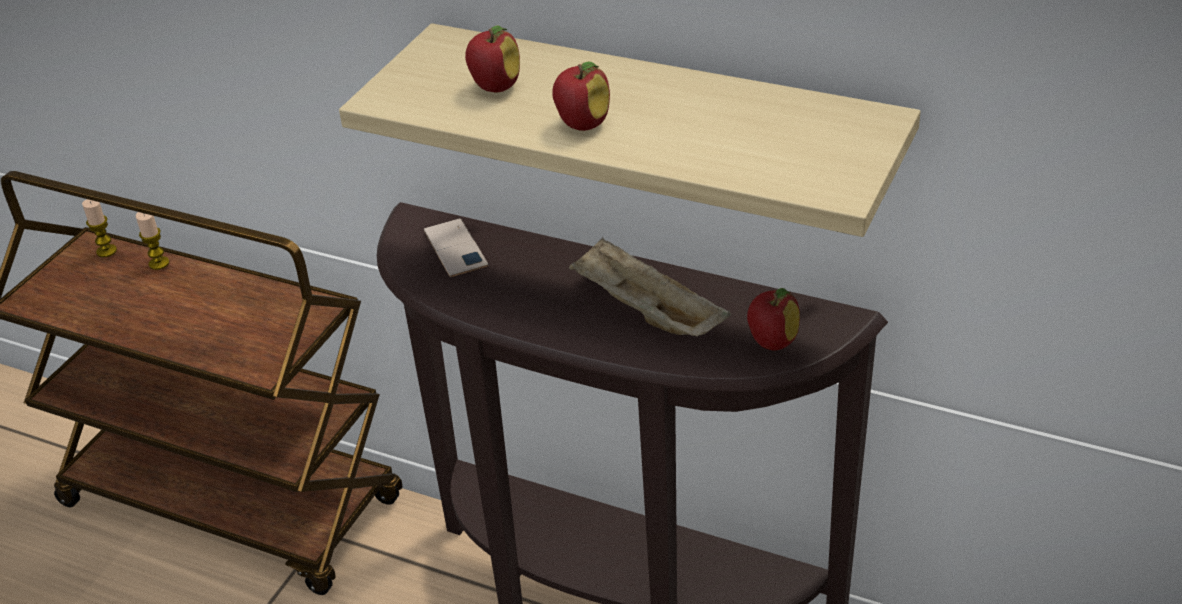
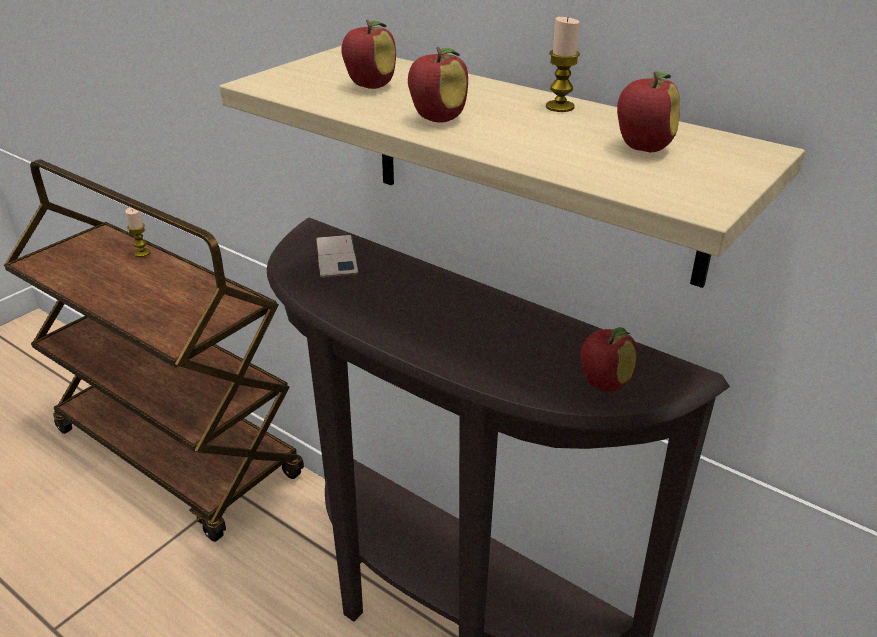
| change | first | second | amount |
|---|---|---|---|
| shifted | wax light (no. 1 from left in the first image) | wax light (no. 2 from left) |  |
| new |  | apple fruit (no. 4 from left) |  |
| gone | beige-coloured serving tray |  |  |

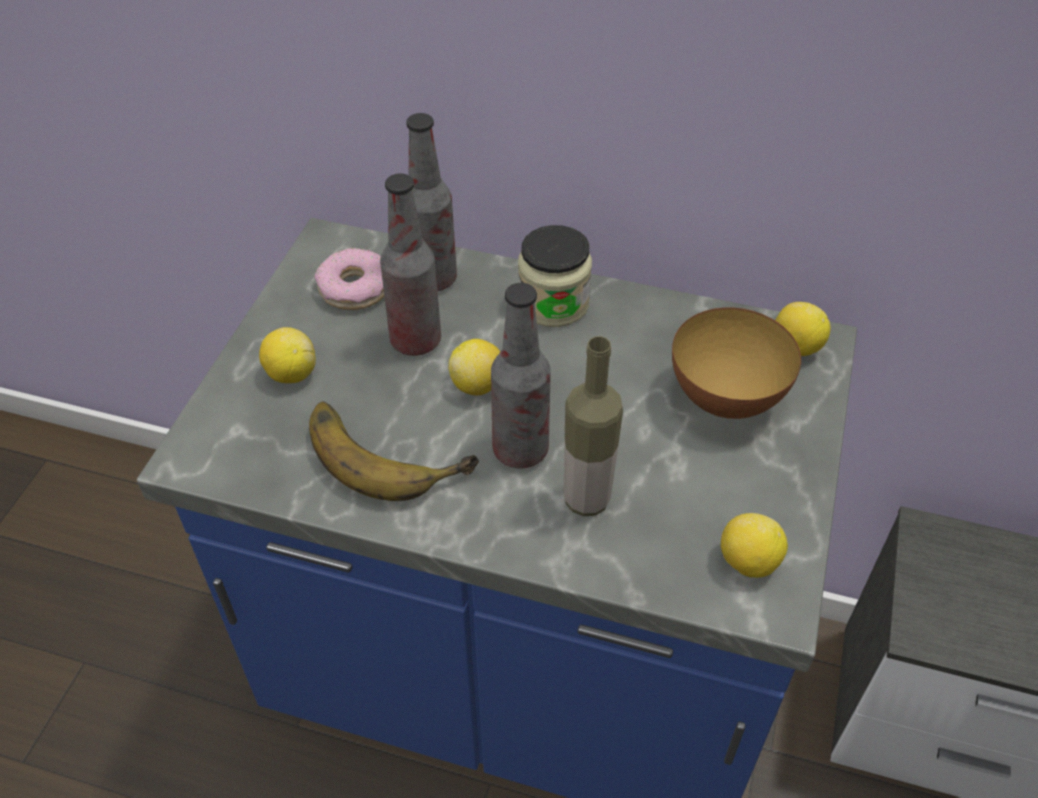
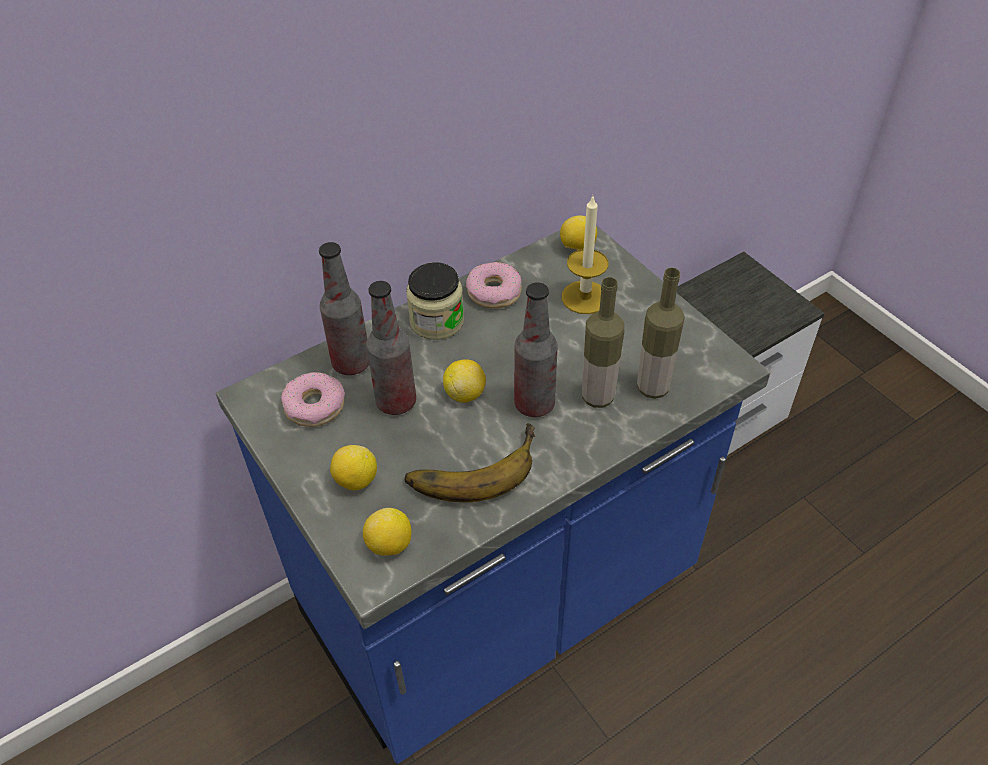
| change | first | second | amount |
|---|---|---|---|
| shifted | lemon (no. 3 from left in the first image) | lemon (no. 2 from left) |  |
| new |  | ring doughnut (no. 2 from left) |  |
| swapped | bowl | wax light |  |
| new |  | beverage bottle (no. 5 from left) |  |

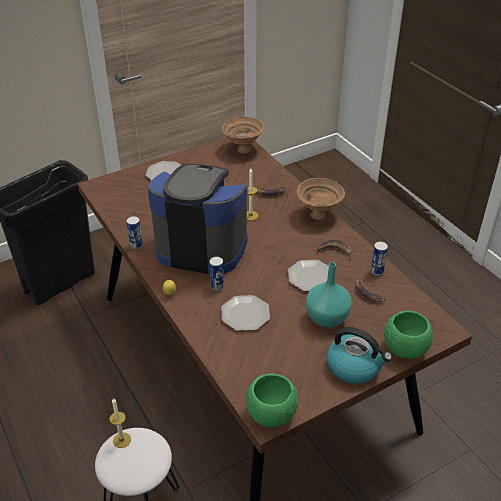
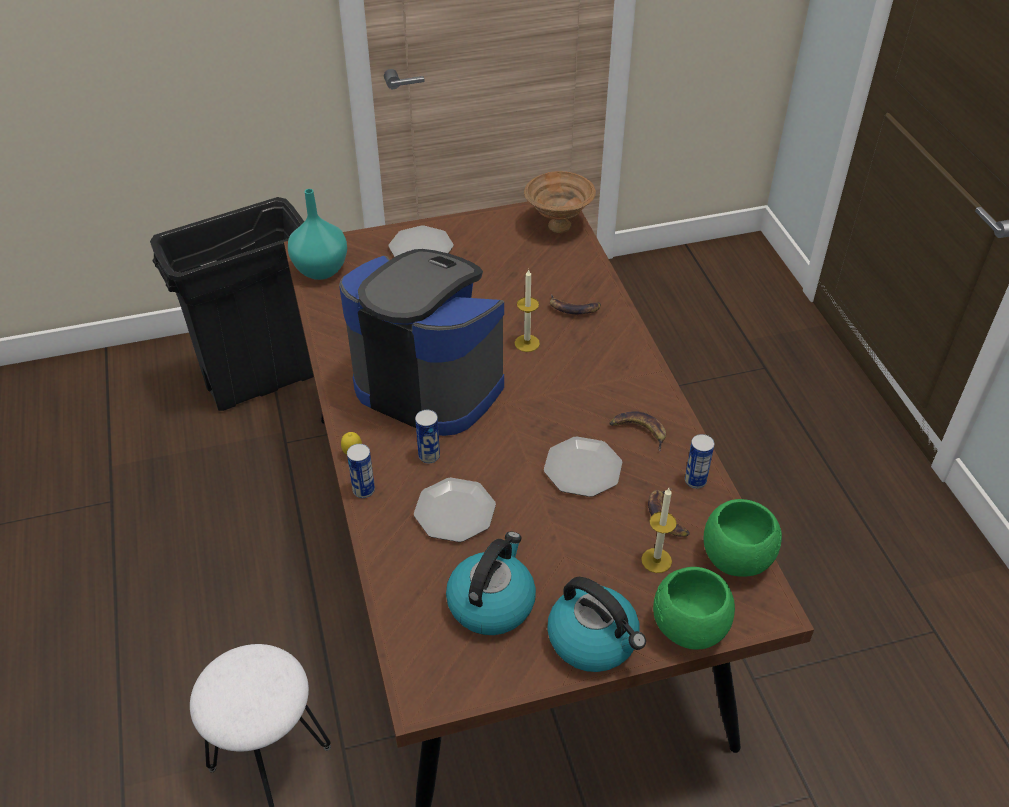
| change | first | second | amount |
|---|---|---|---|
| shifted | turquoise-coloured vase |  |  |
| shifted | sealed can (no. 1 from left) |  |  |
| new |  | water kettle (no. 1 from left) |  |
| shifted | wax light (no. 1 from left in the first image) | wax light (no. 2 from left) |  |
| shifted | greenish bowl (no. 1 from left in the first image) | greenish bowl (no. 2 from left) |  |
| gone | brownish bowl (no. 2 from left) |  |  |

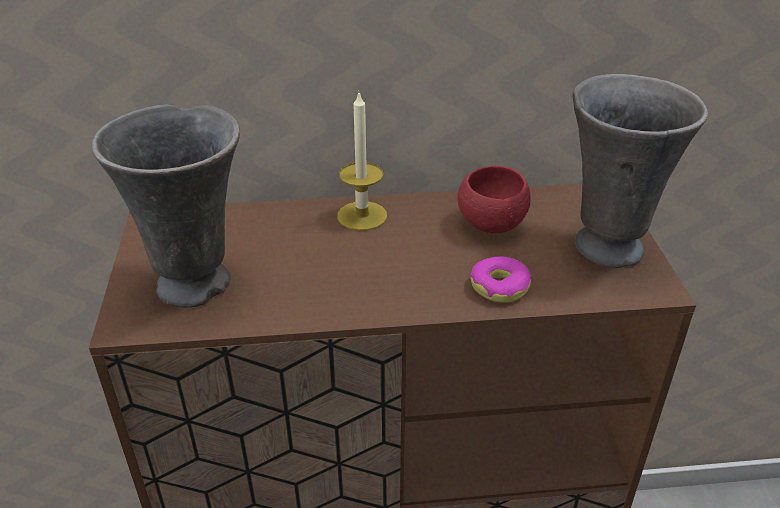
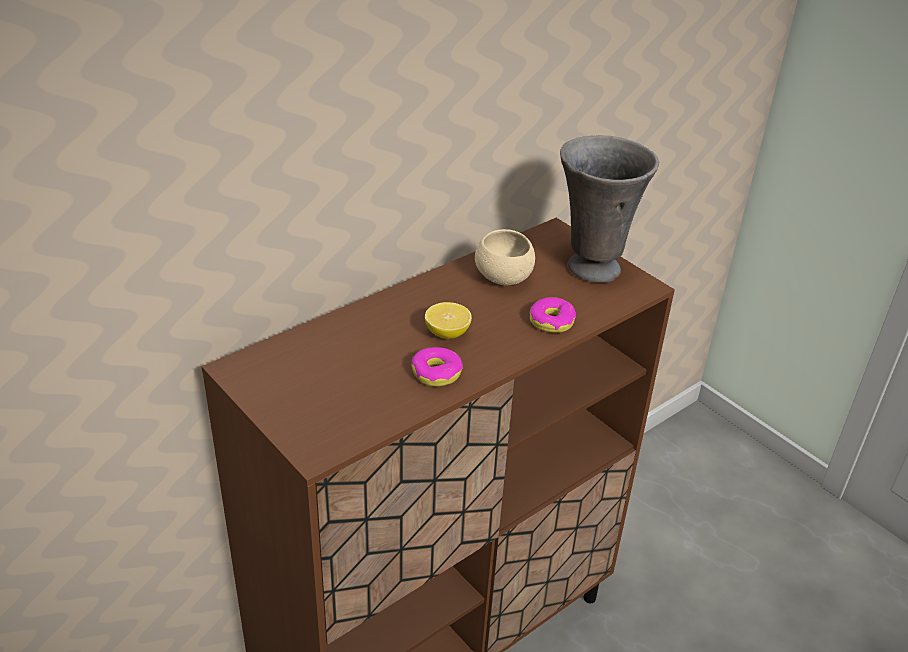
| change | first | second | amount |
|---|---|---|---|
| new |  | ring doughnut (no. 1 from left) |  |
| new |  | lemon |  |
| repainted | red bowl | beige-coloured bowl |  |
| gone | gray vase (no. 1 from left) |  |  |
| gone | wax light |  |  |

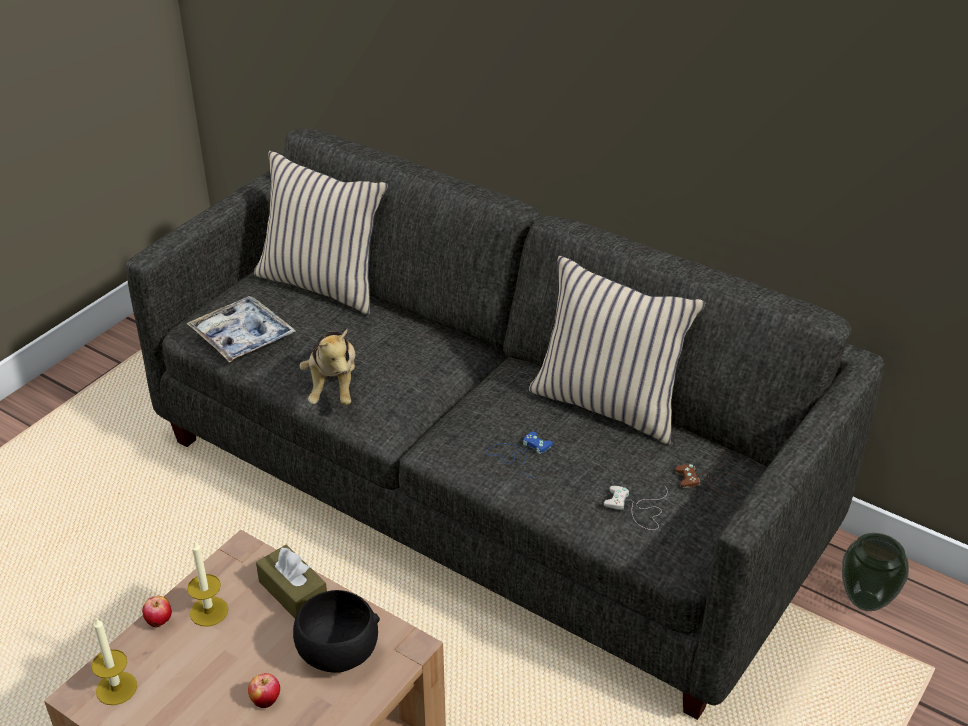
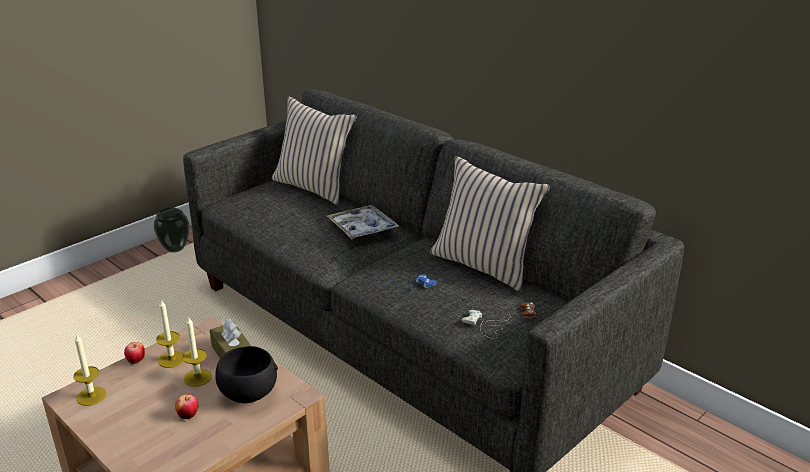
| change | first | second | amount |
|---|---|---|---|
| shifted | vase |  |  |
| new |  | wax light (no. 3 from left) |  |
| shifted | serving tray |  |  |
| gone | cuddly toy |  |  |

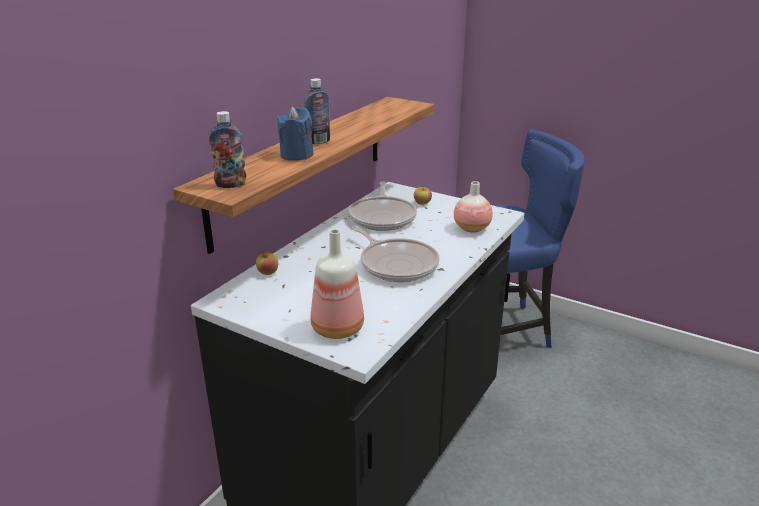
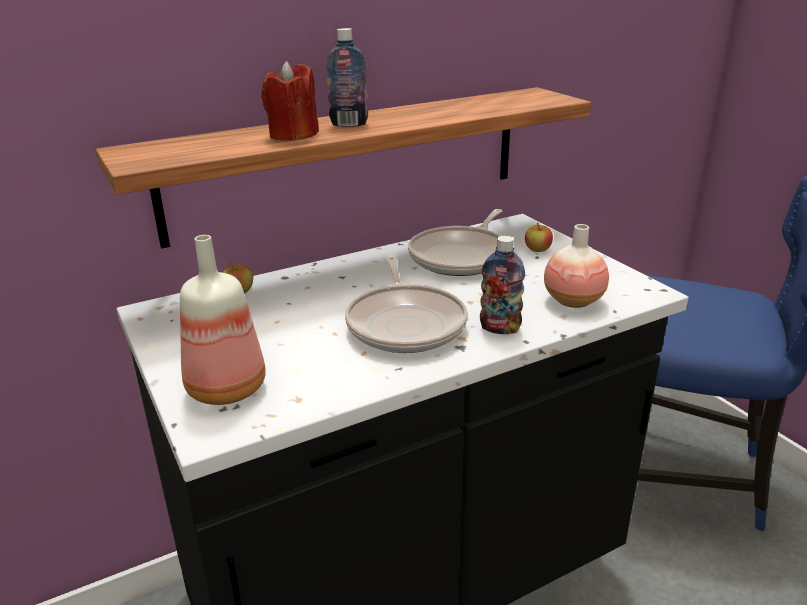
| change | first | second | amount |
|---|---|---|---|
| repainted | blue-coloured wax light | red wax light |  |
| shifted | beverage bottle (no. 1 from left in the first image) | beverage bottle (no. 3 from left) |  |

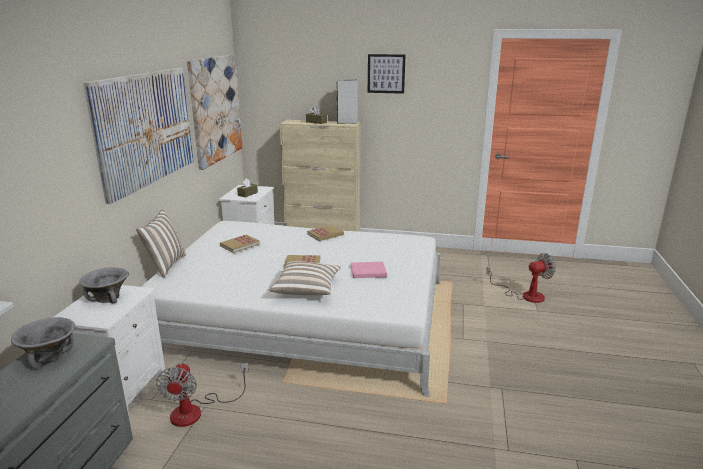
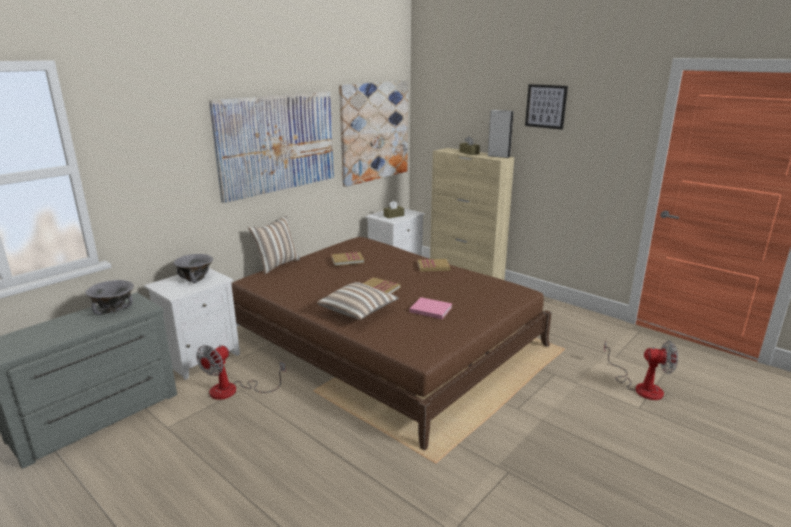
| change | first | second | amount |
|---|---|---|---|
| repainted | white-coloured bed | brownish bed |  |

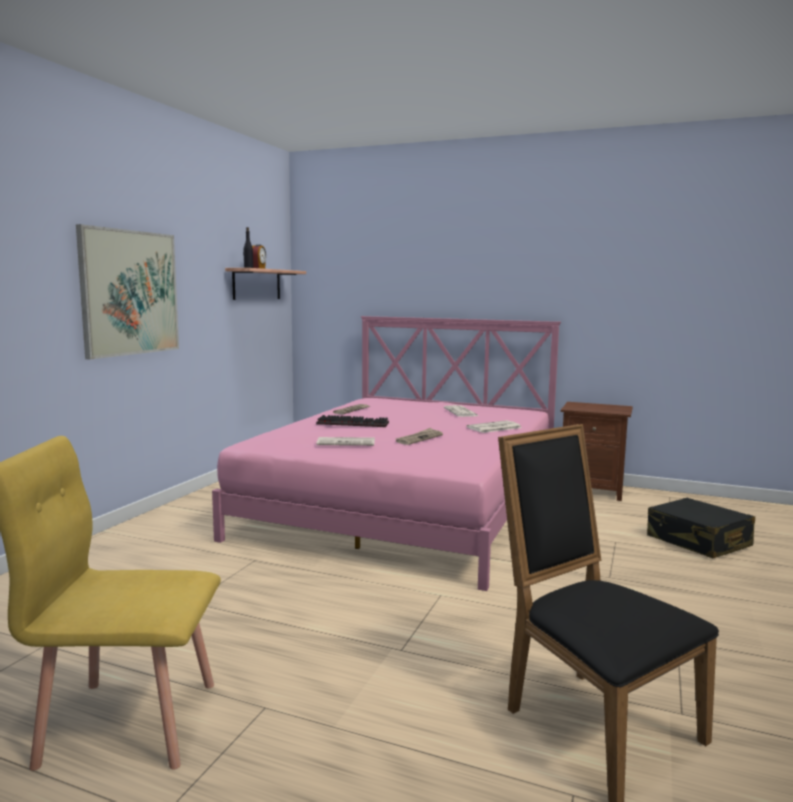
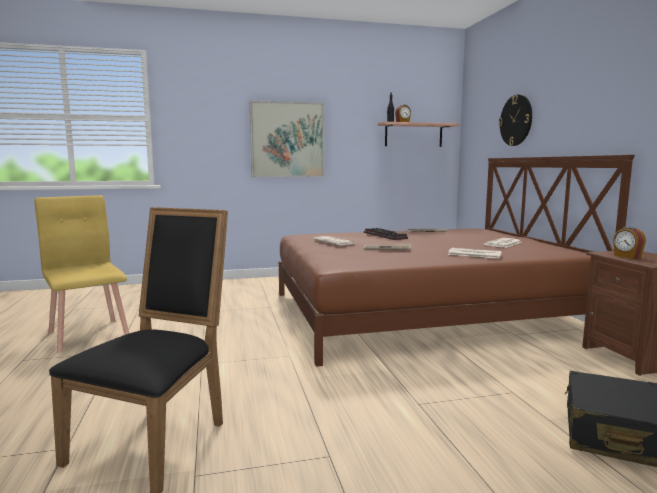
| change | first | second | amount |
|---|---|---|---|
| repainted | pink-coloured bed | brownish bed |  |
| new |  | hanging clock |  |
| new |  | table clock (no. 2 from left) |  |

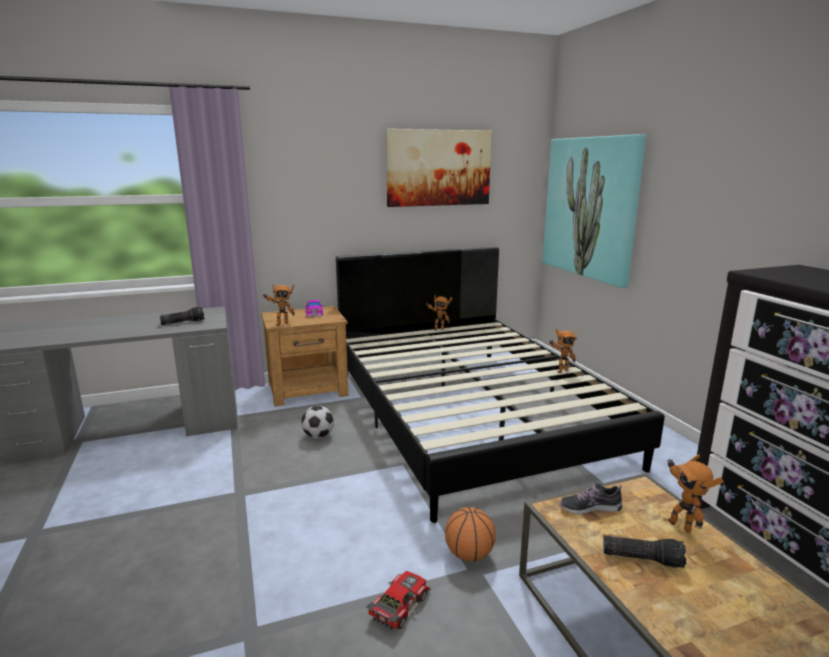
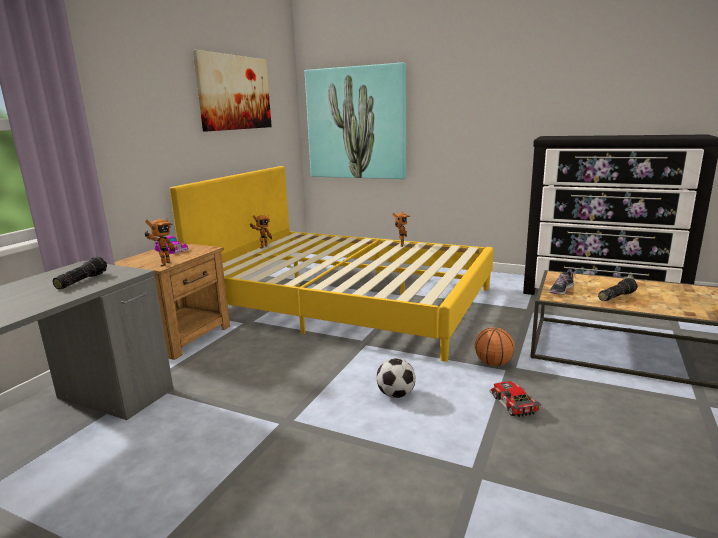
| change | first | second | amount |
|---|---|---|---|
| repainted | blackish bed | yellow-coloured bed |  |
| shifted | football |  |  |
| gone | toy robot (no. 4 from left) |  |  |

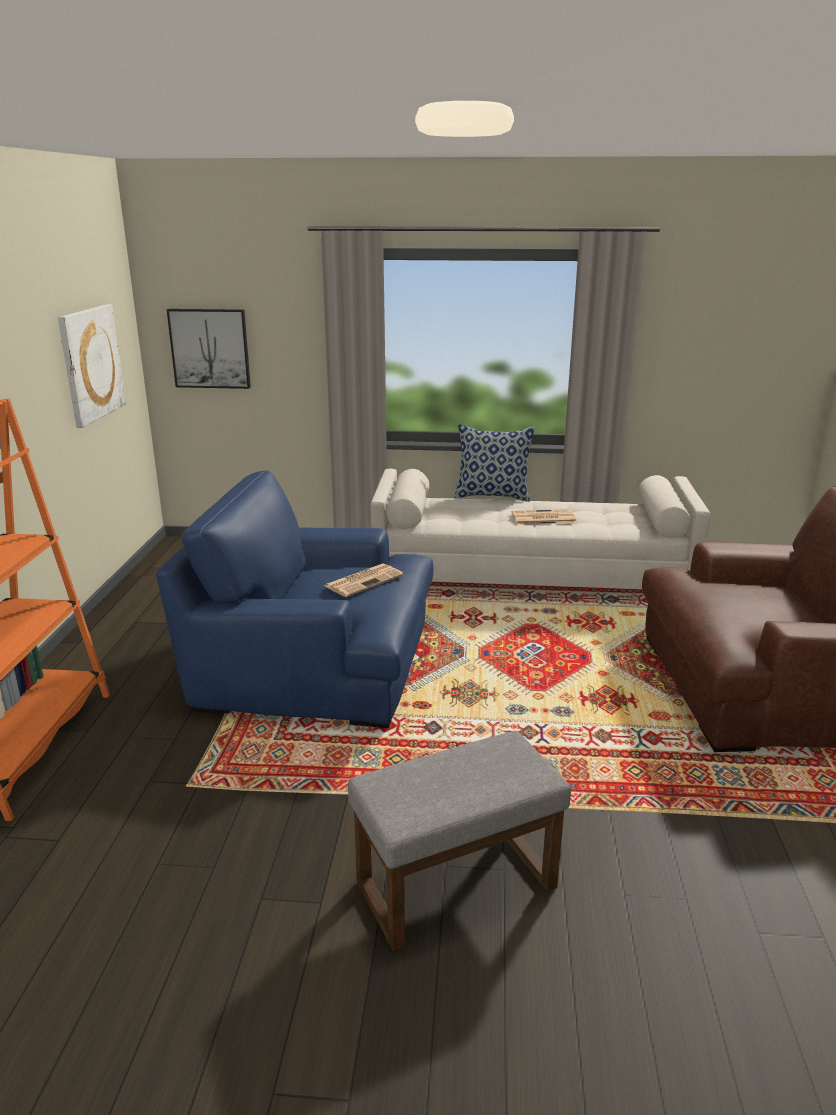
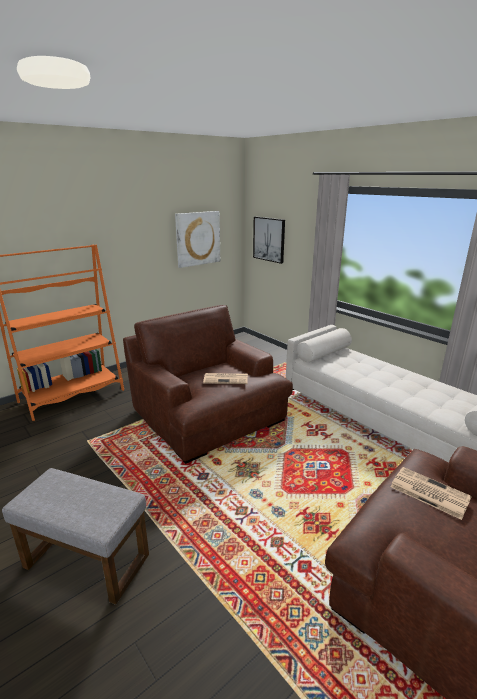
| change | first | second | amount |
|---|---|---|---|
| repainted | blue-coloured armchair | brownish armchair (no. 1 from left) |  |
| shifted | printed paper (no. 2 from left) |  |  |
| gone | throw pillow |  |  |

